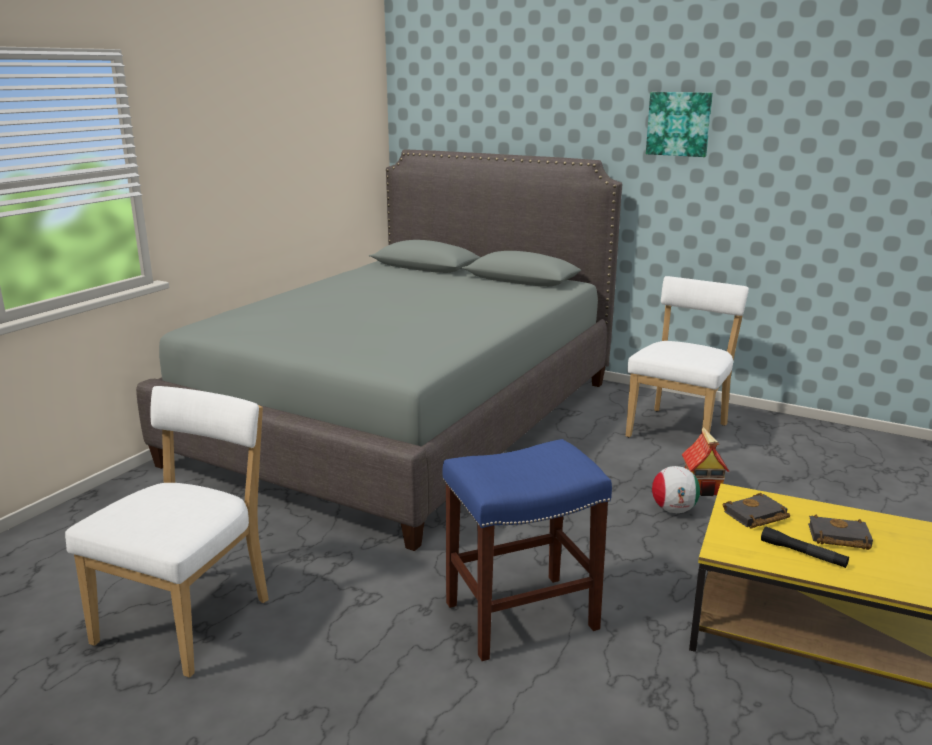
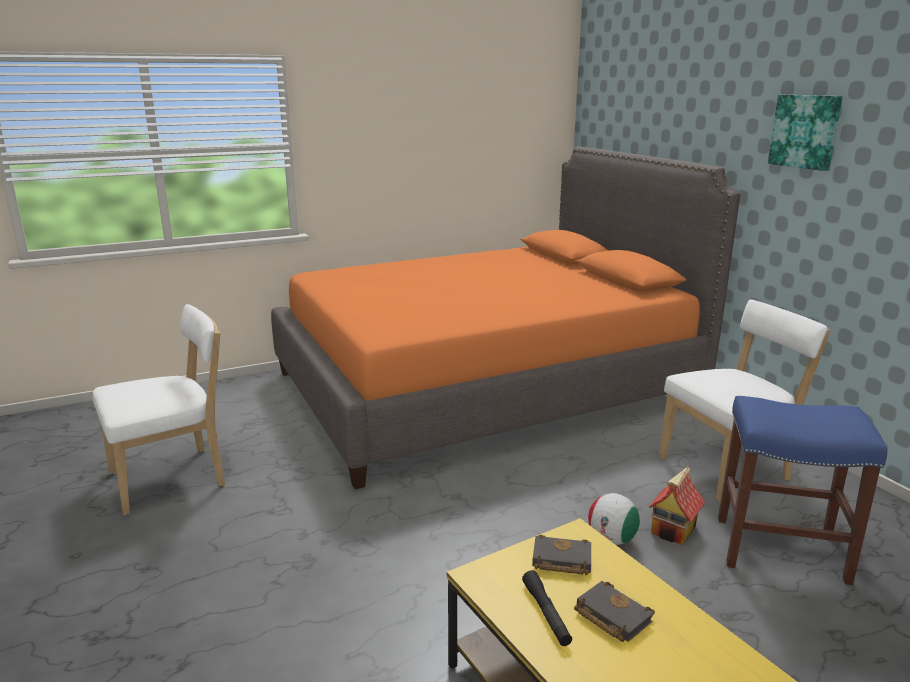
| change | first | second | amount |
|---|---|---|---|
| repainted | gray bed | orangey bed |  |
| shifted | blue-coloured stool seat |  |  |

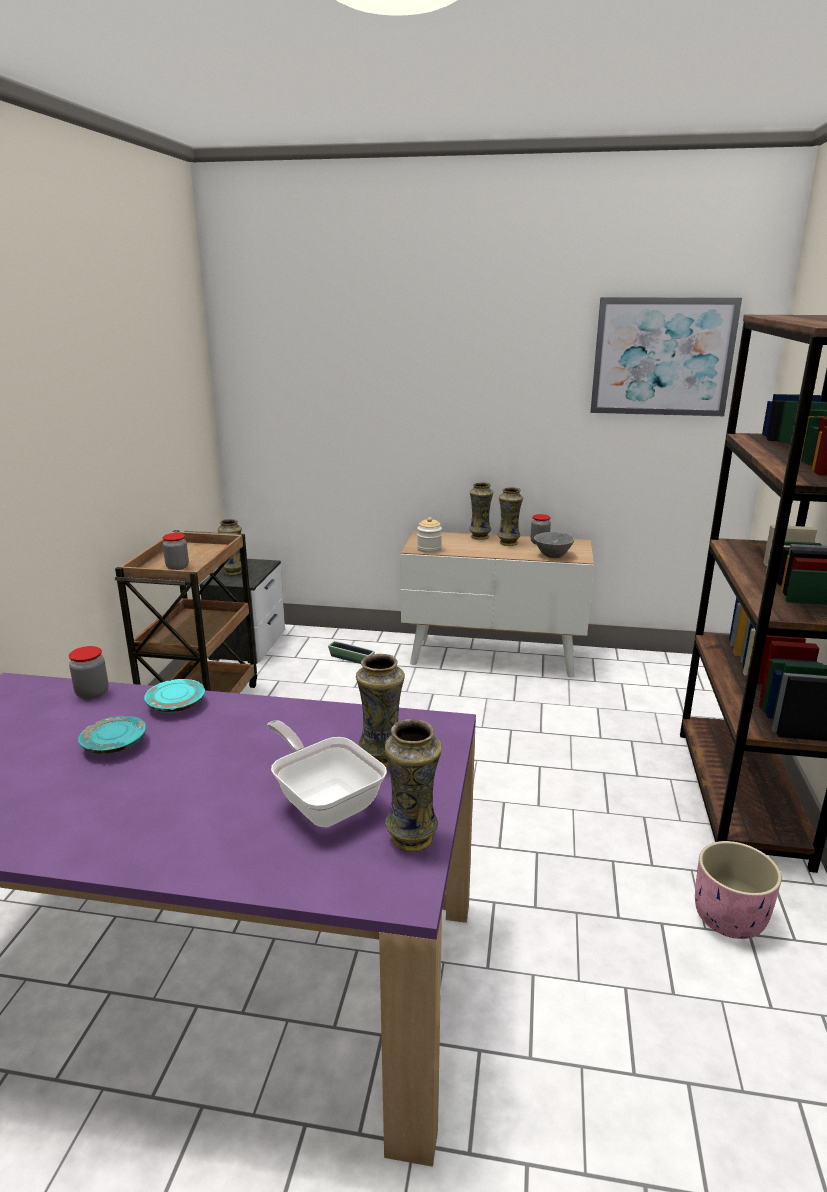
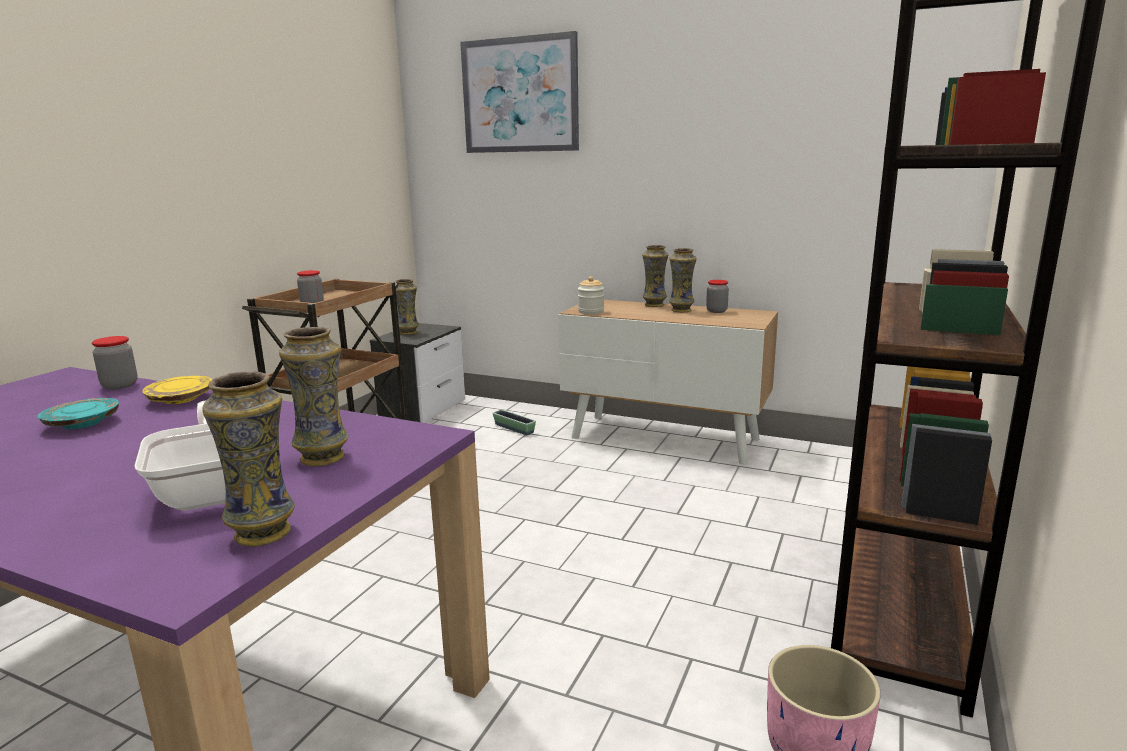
| change | first | second | amount |
|---|---|---|---|
| repainted | turquoise-coloured flat dish (no. 2 from left) | yellow-coloured flat dish |  |
| shifted | wall art |  |  |
| gone | gray bowl |  |  |

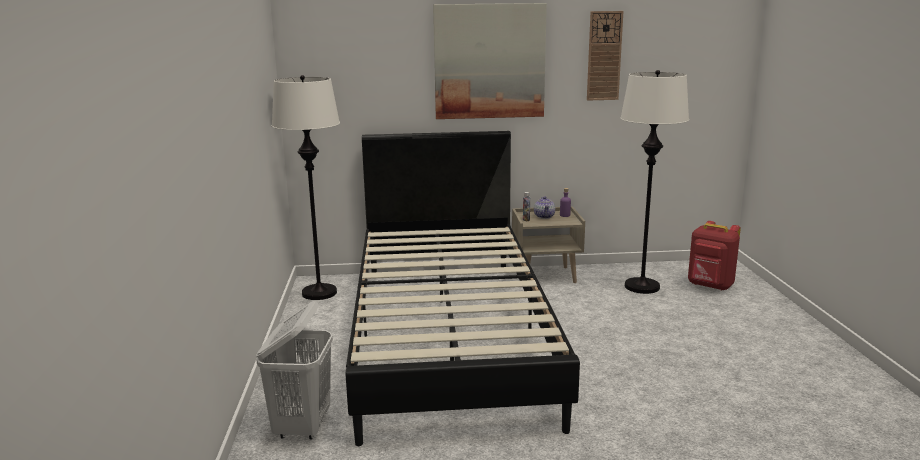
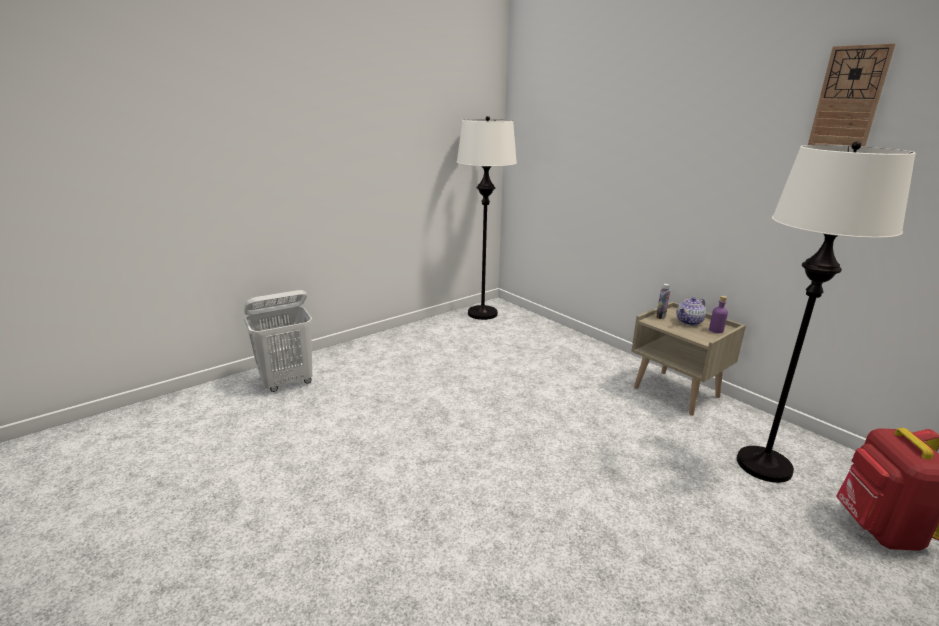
| change | first | second | amount |
|---|---|---|---|
| gone | blackish bed |  |  |
| gone | wall art |  |  |

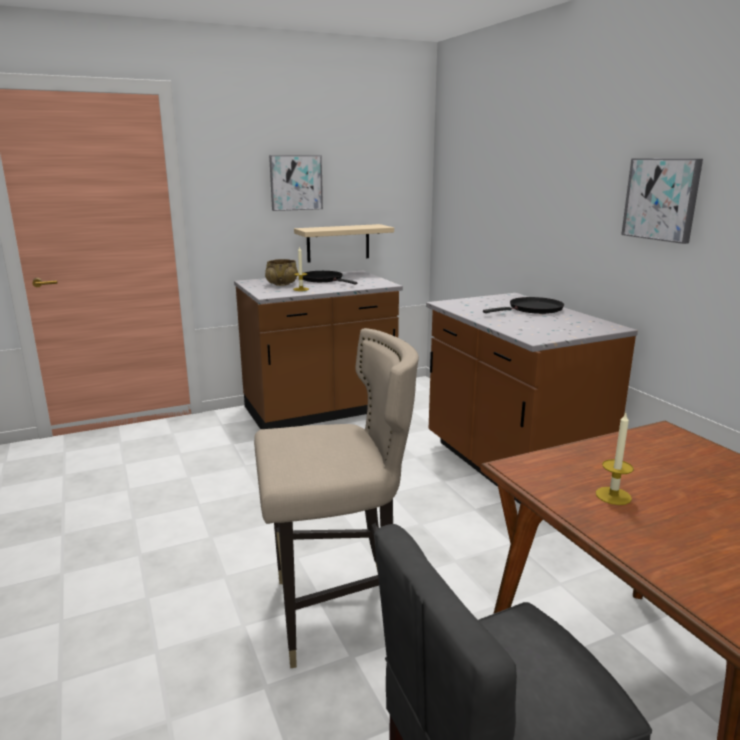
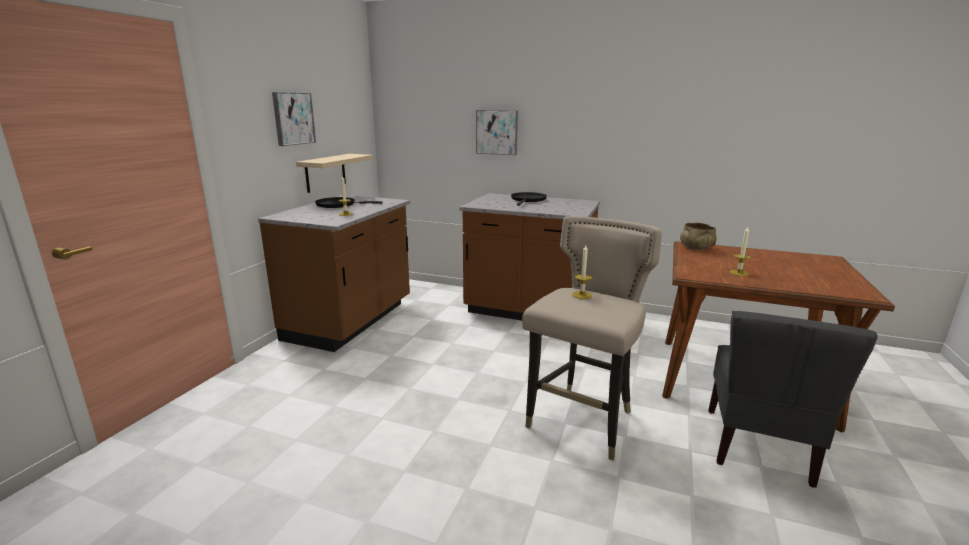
| change | first | second | amount |
|---|---|---|---|
| shifted | wall art (no. 2 from left) |  |  |
| new |  | wax light (no. 2 from left) |  |
| shifted | beige-coloured bowl |  |  |

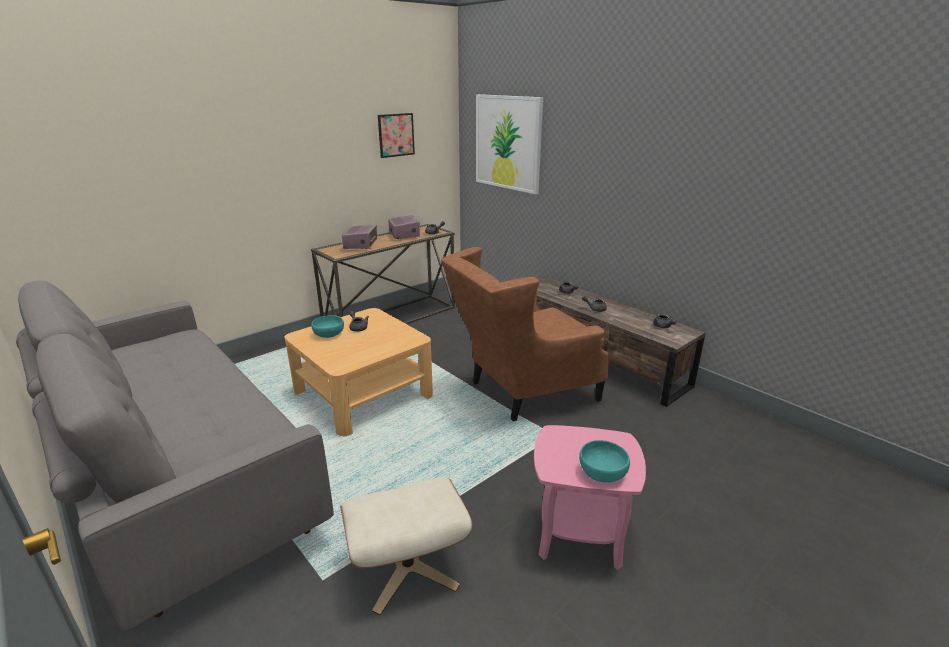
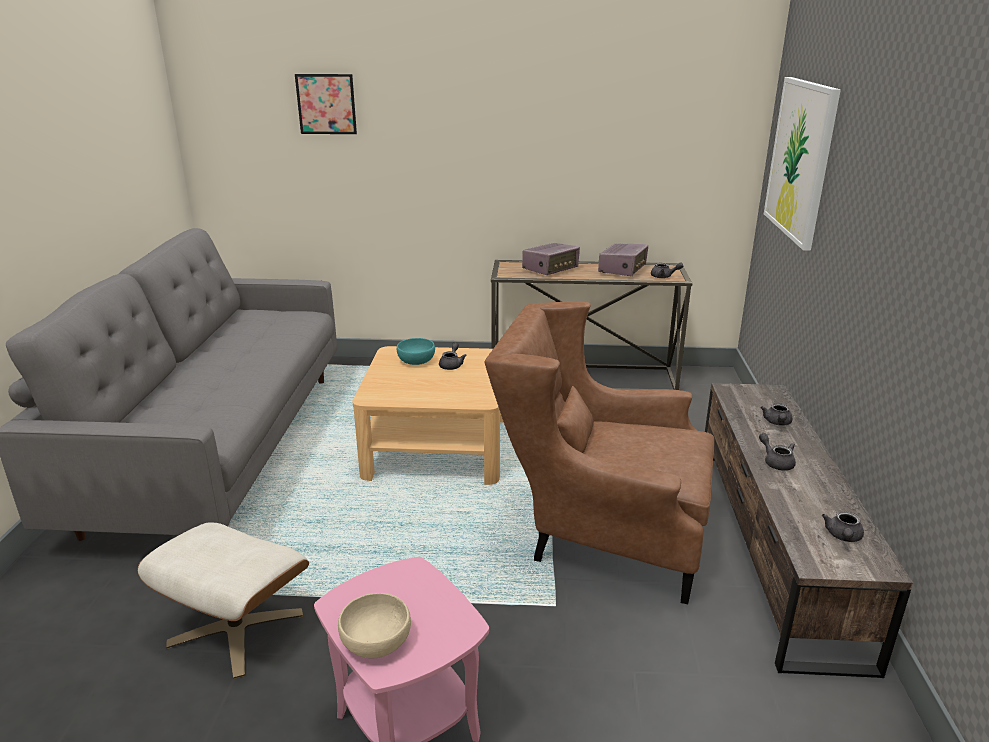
| change | first | second | amount |
|---|---|---|---|
| shifted | wall art (no. 1 from left) |  |  |
| repainted | turquoise-coloured bowl (no. 2 from left) | beige-coloured bowl |  |

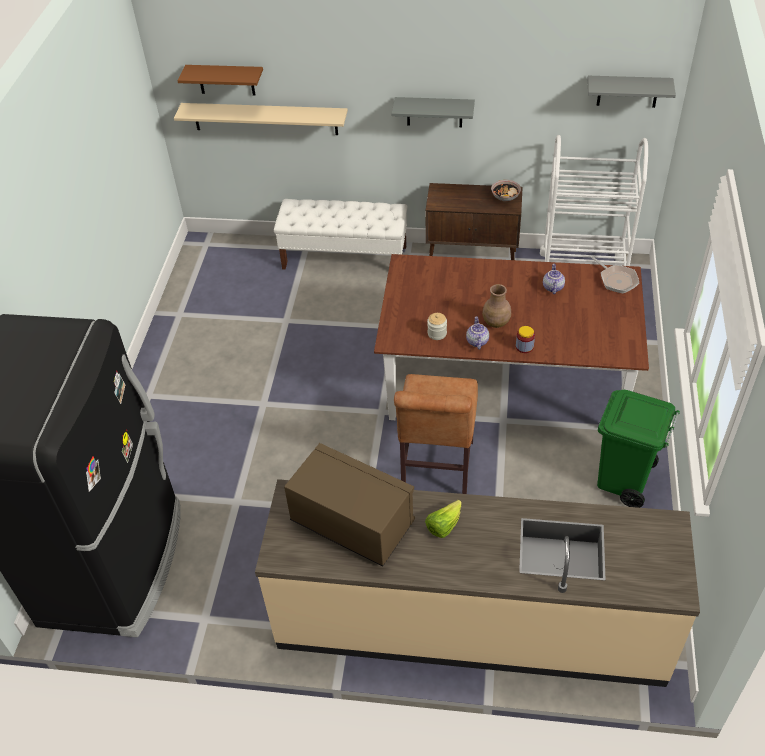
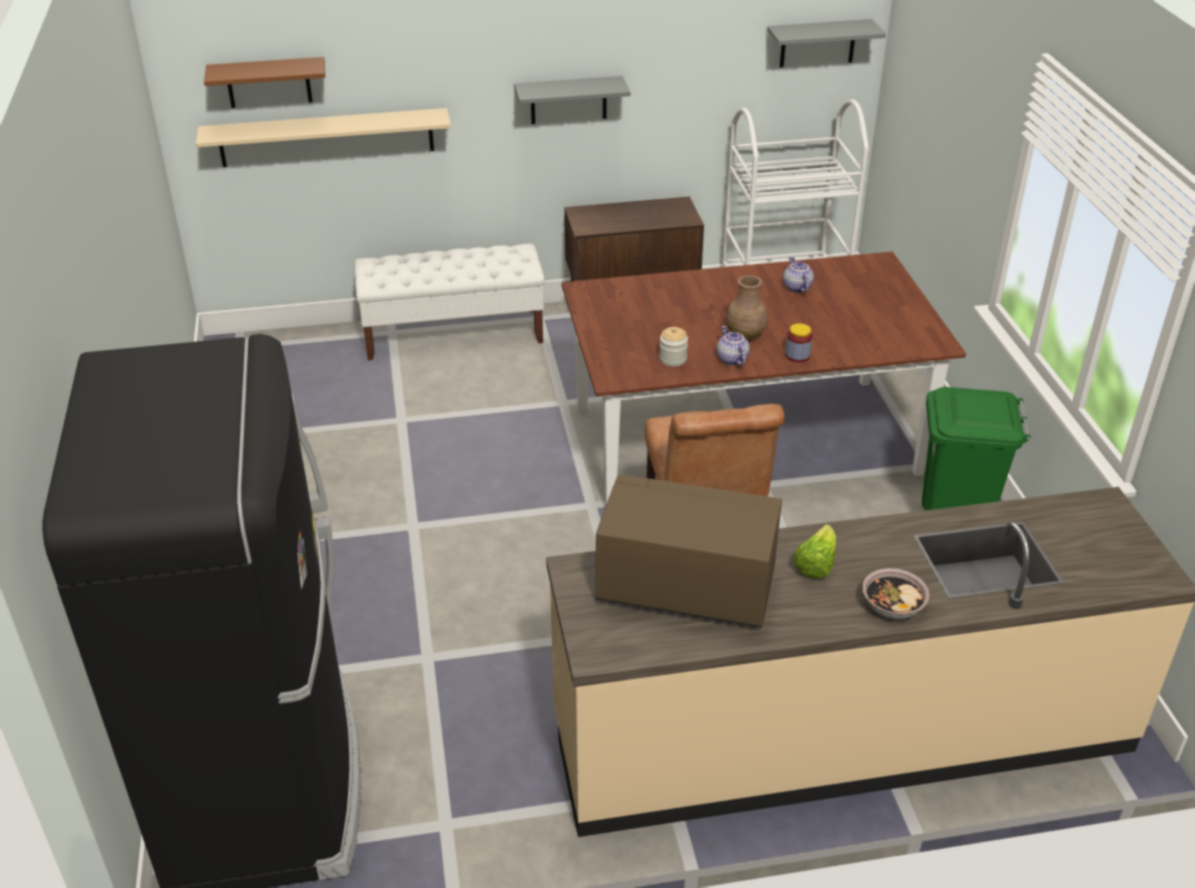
| change | first | second | amount |
|---|---|---|---|
| shifted | bowl |  |  |
| gone | skillet |  |  |

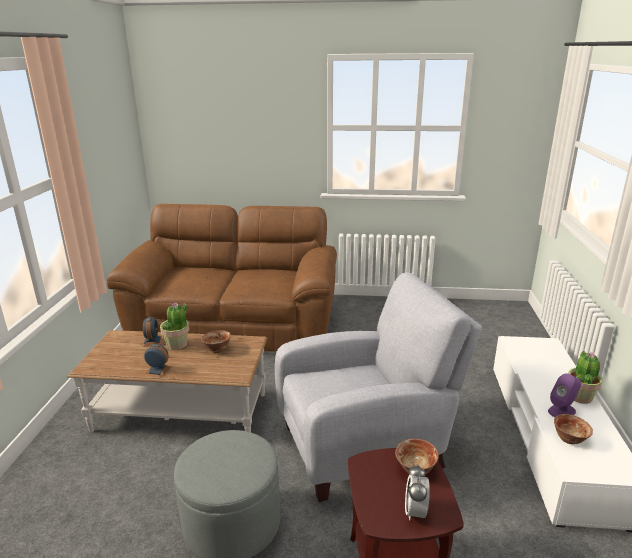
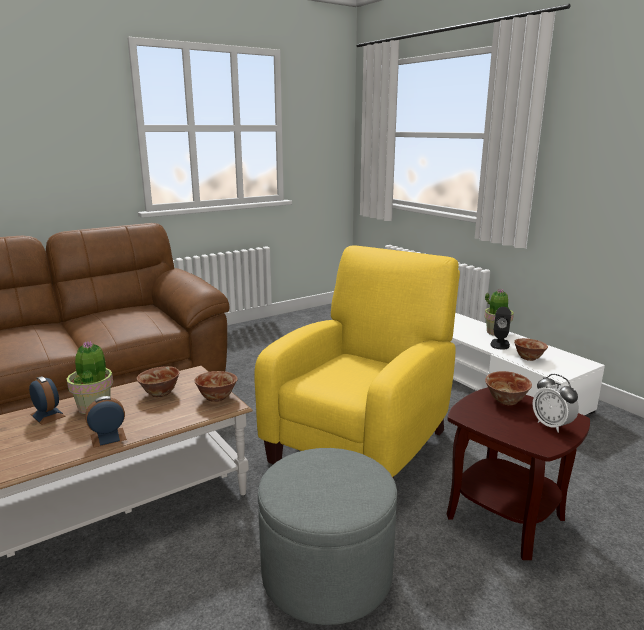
| change | first | second | amount |
|---|---|---|---|
| new |  | bowl (no. 2 from left) |  |
| repainted | gray armchair | yellow-coloured armchair |  |
| repainted | purplish audio speaker | blackish audio speaker |  |

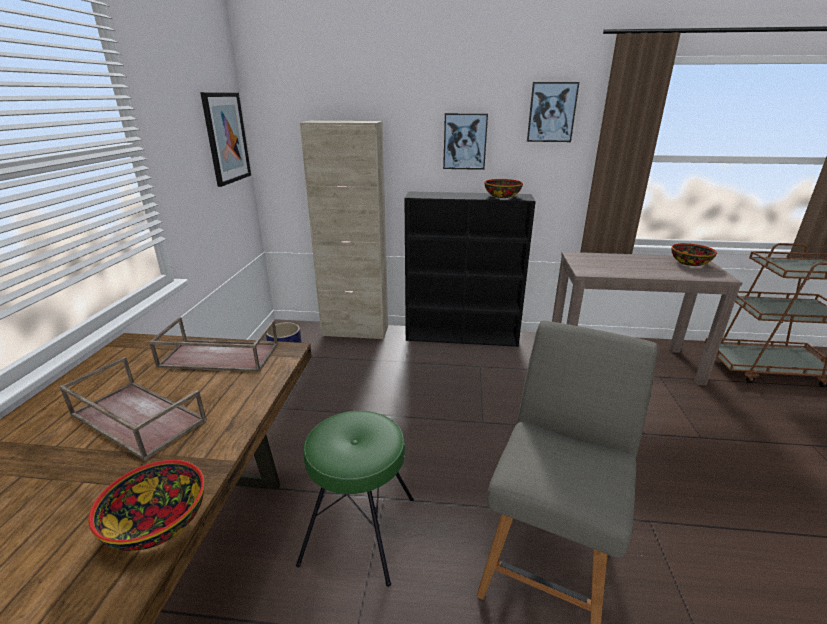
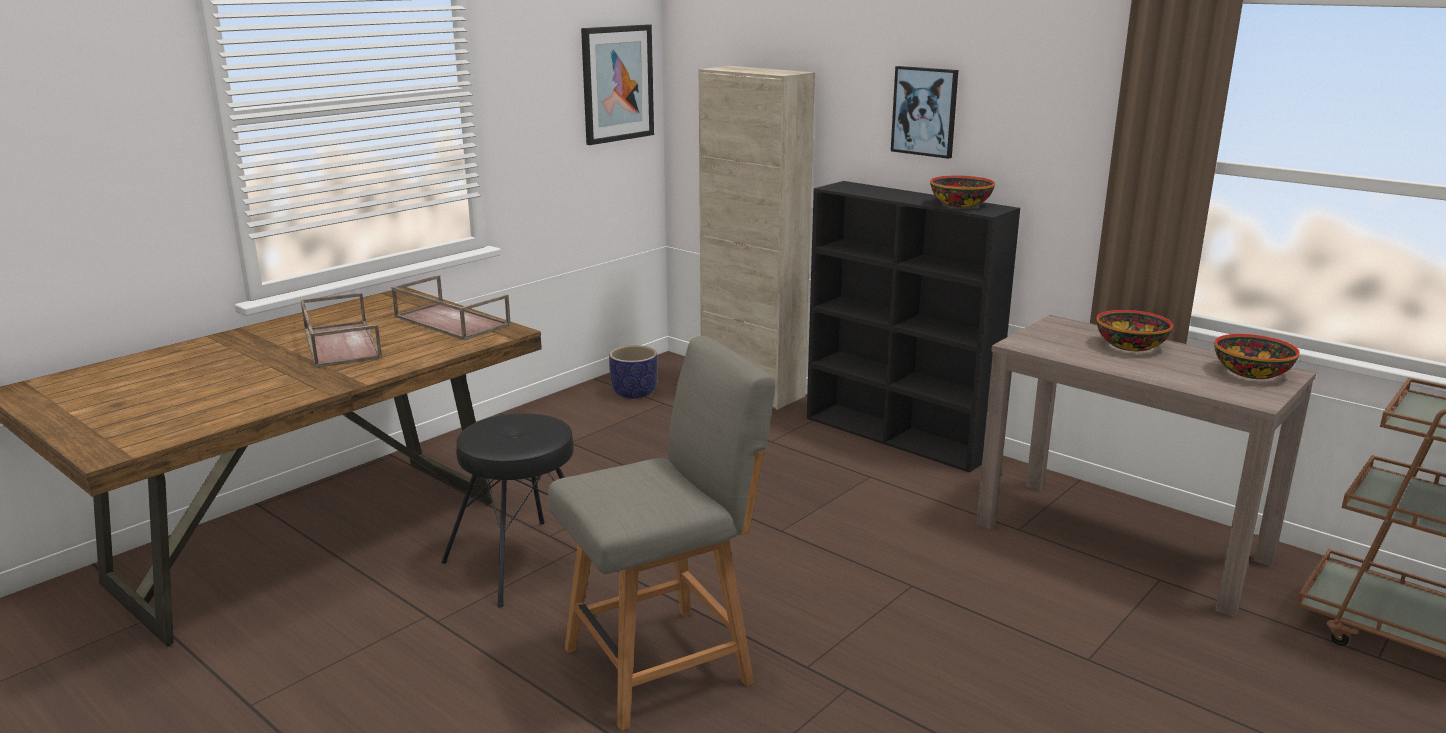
| change | first | second | amount |
|---|---|---|---|
| repainted | greenish stool seat | blackish stool seat |  |
| shifted | bowl (no. 1 from left in the first image) | bowl (no. 2 from left) |  |
| gone | wall art (no. 3 from left) |  |  |

